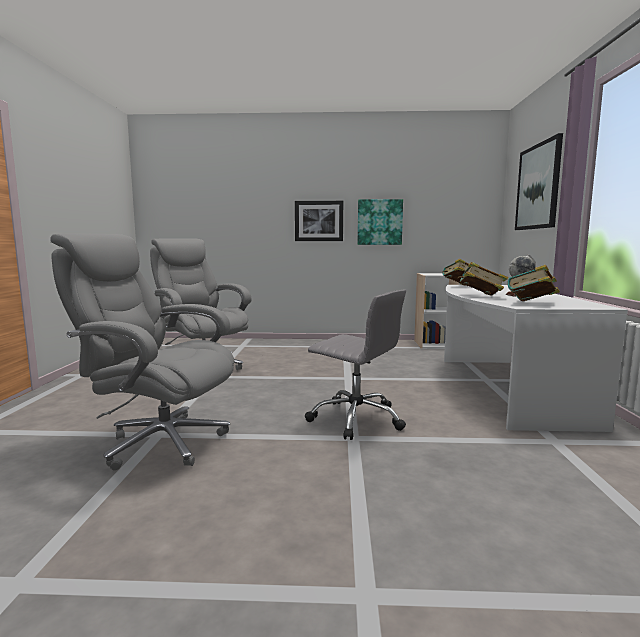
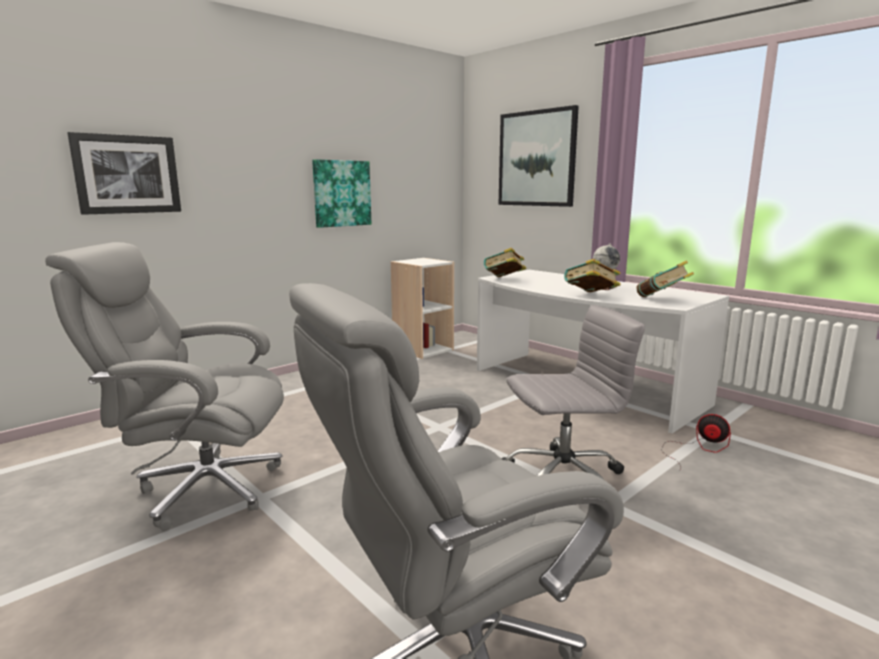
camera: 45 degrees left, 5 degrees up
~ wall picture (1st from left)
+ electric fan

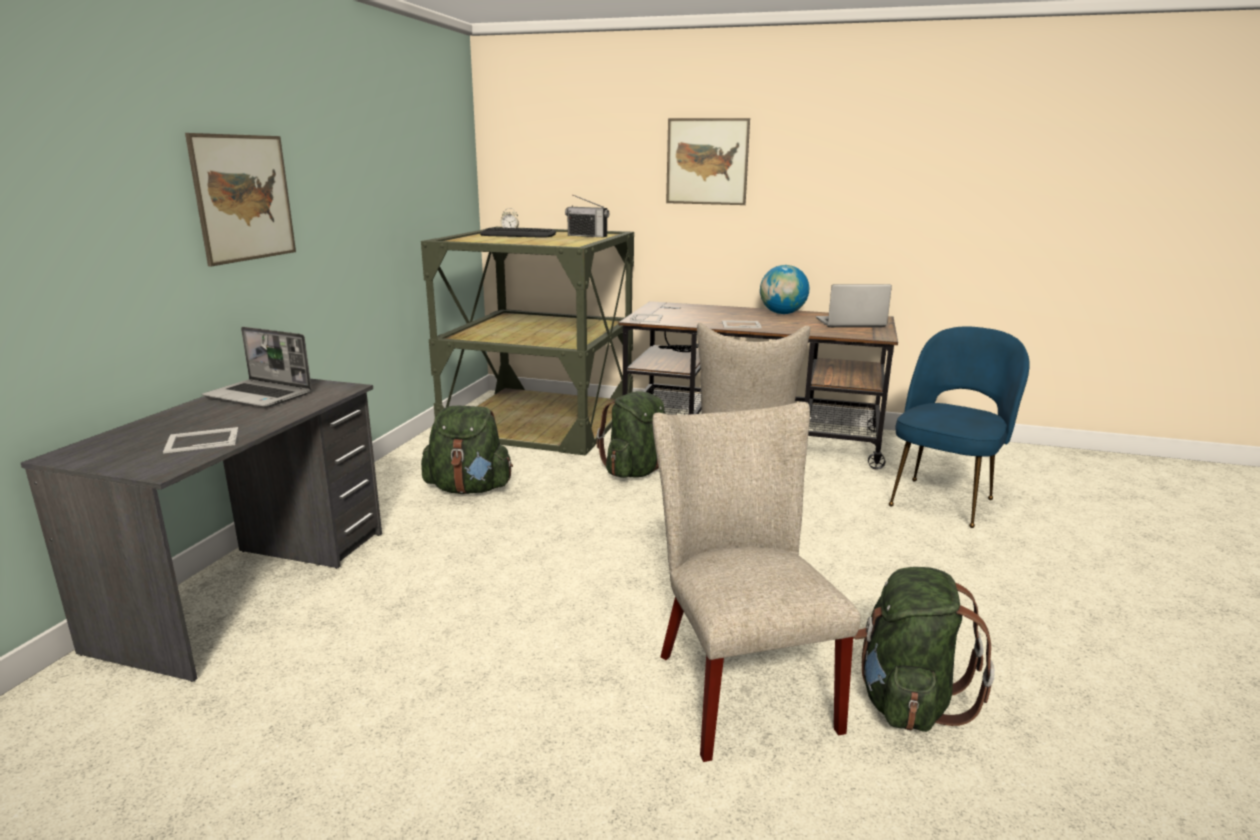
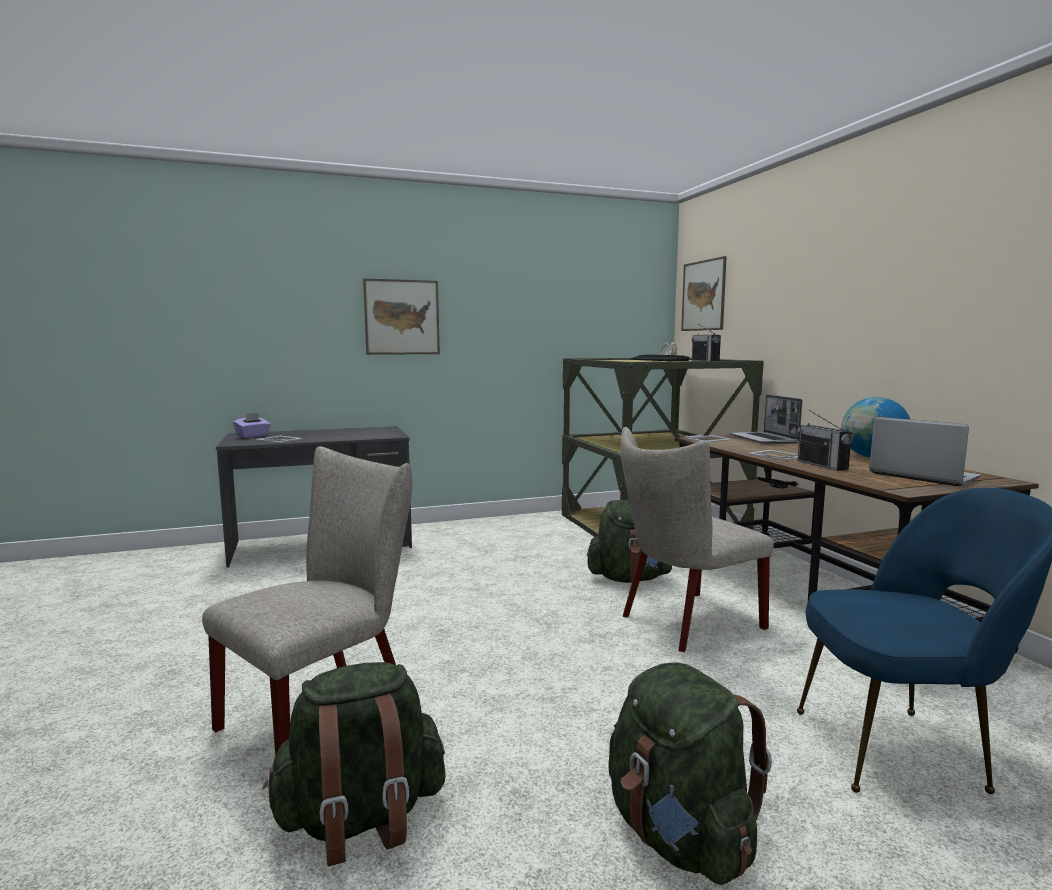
camera: 55 degrees right, 10 degrees down
~ wall picture (2nd from left)
~ notebook computer (1st from left)
~ green-coloured rucksack (1st from left in the first image) to green-coloured rucksack (3rd from left)
+ radio set (2nd from left)
+ purplish tissue box

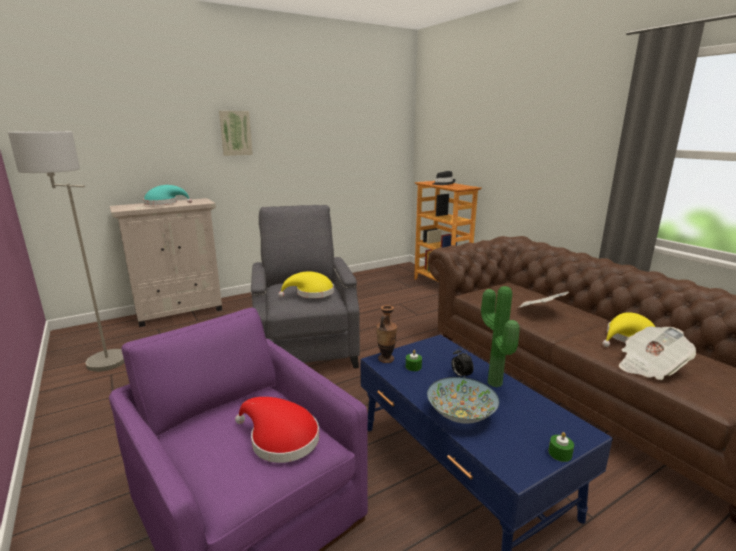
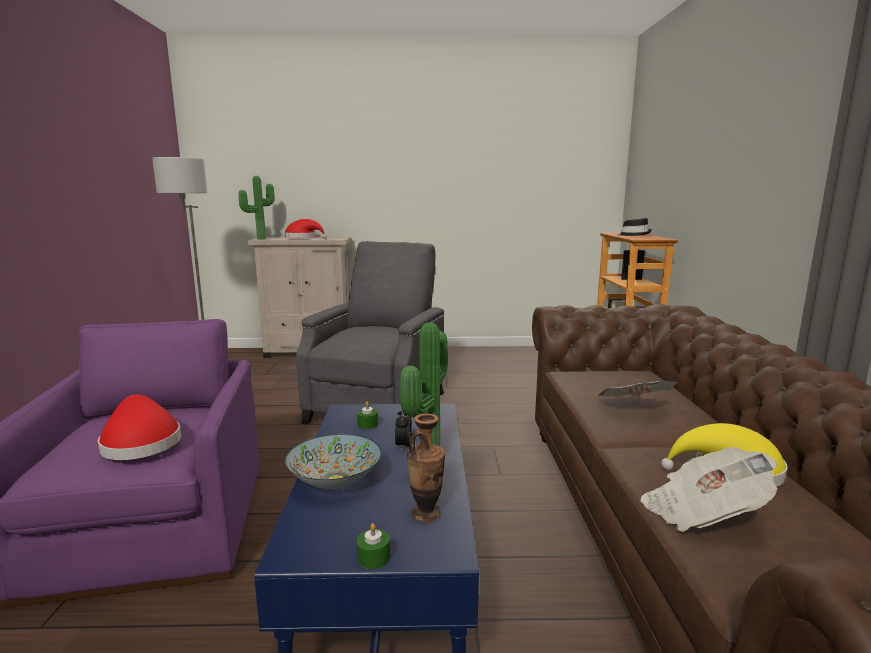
camera: 30 degrees right, 5 degrees down
- wall picture
~ blue-green clothing hat to red-coloured clothing hat (2nd from left)
- yellowish clothing hat (1st from left)
~ flower vase
+ potted plant (1st from left)

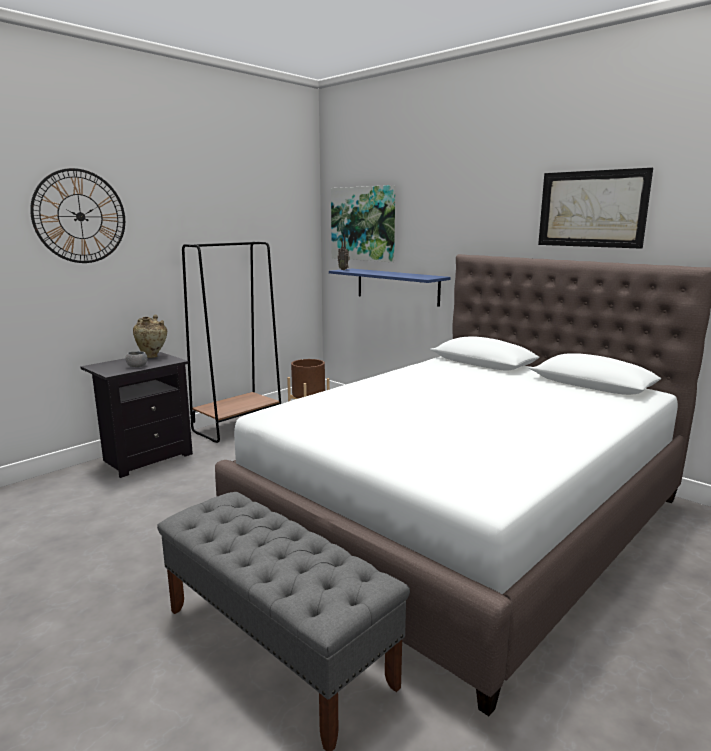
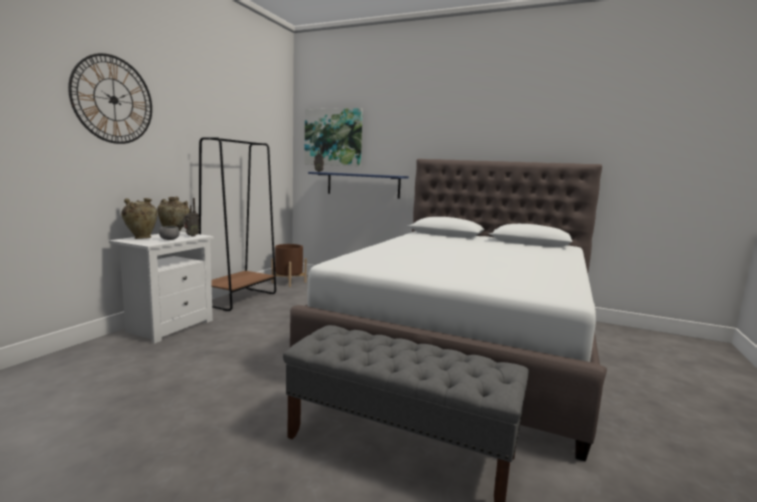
camera: 20 degrees left, 5 degrees down
- wall picture (2nd from left)
~ blackish nightstand to white-coloured nightstand
+ beige flower vase (1st from left)
+ radio set (1st from left)

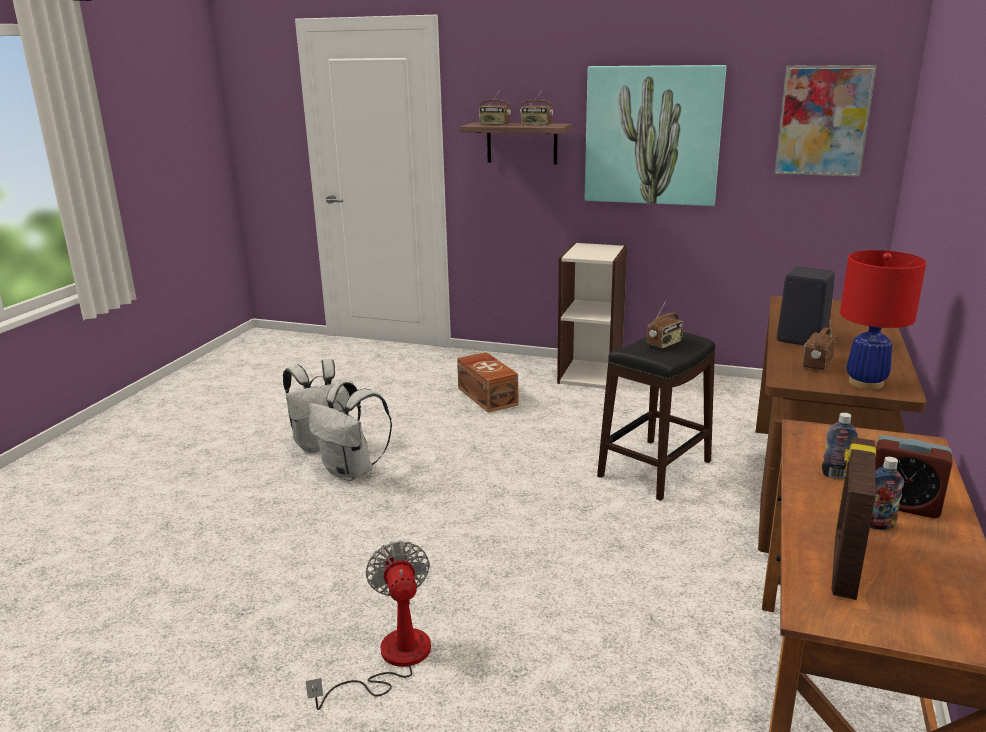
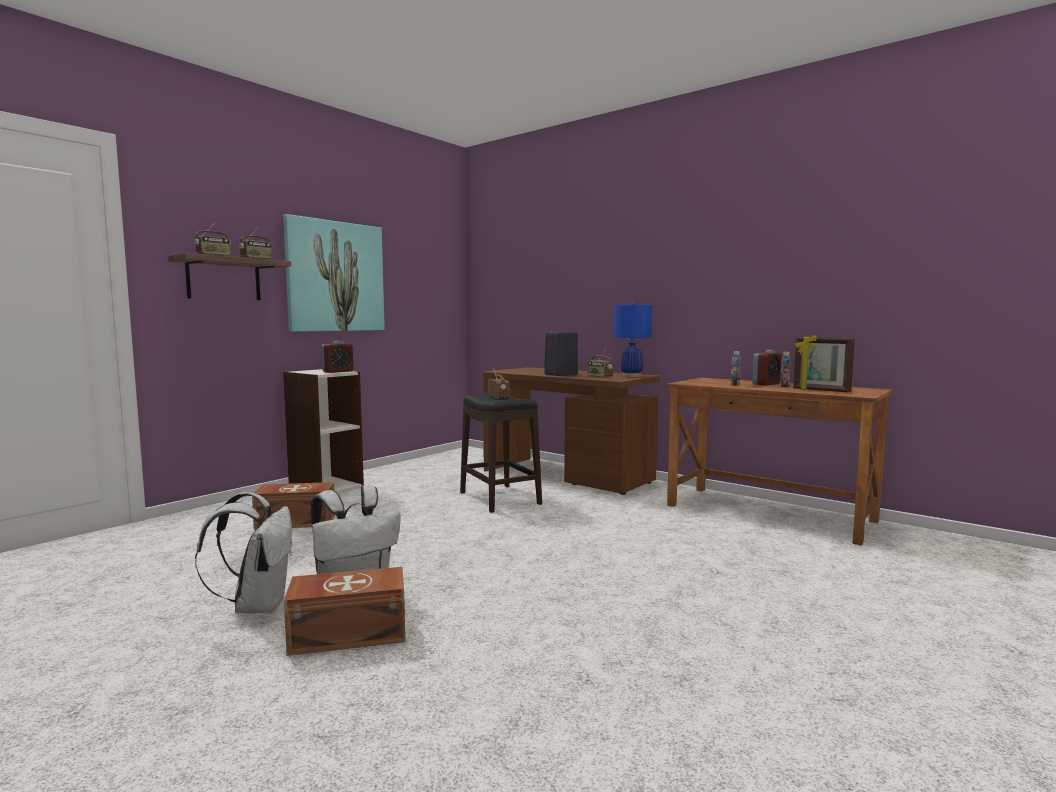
camera: 70 degrees left, 15 degrees down
- wall picture (2nd from left)
~ red-coloured table lamp to bluish table lamp
- electric fan
+ alarm clock (1st from left)
+ brown-coloured storage container (2nd from left)

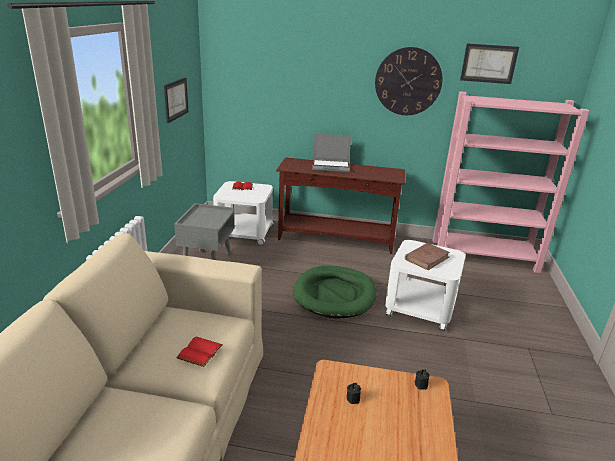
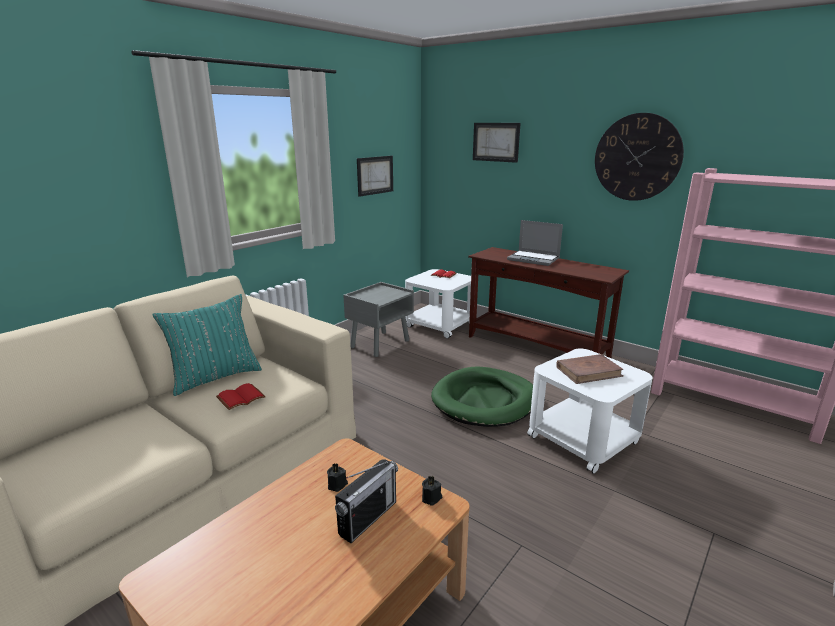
camera: 30 degrees right, 5 degrees down
~ wall picture (2nd from left)
+ blue-green throw pillow
+ radio set

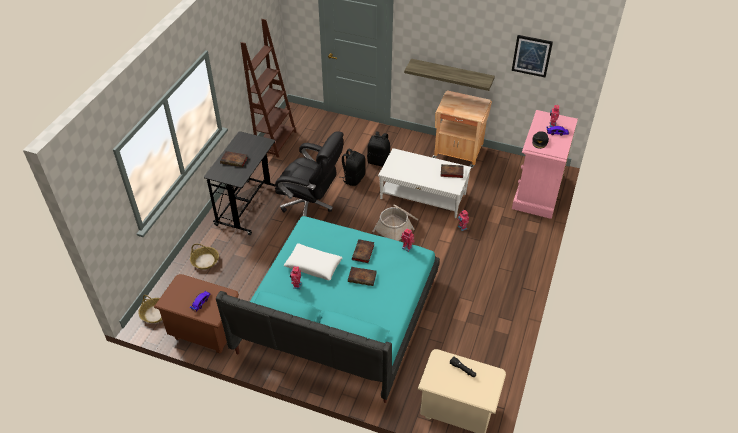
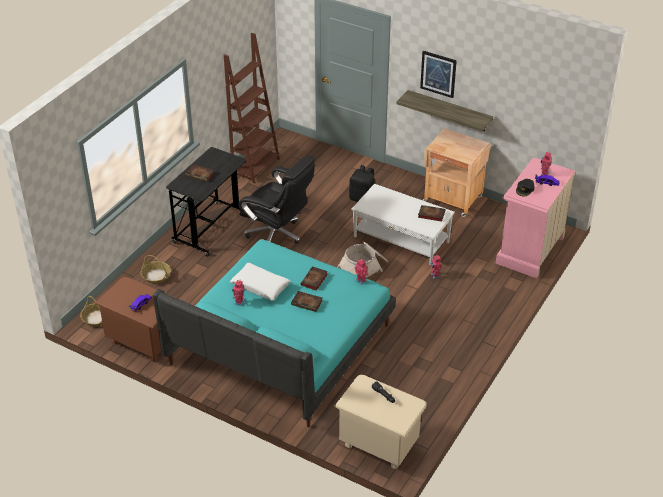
camera: 10 degrees right, 5 degrees down
~ wall picture
- blackish rucksack (1st from left)

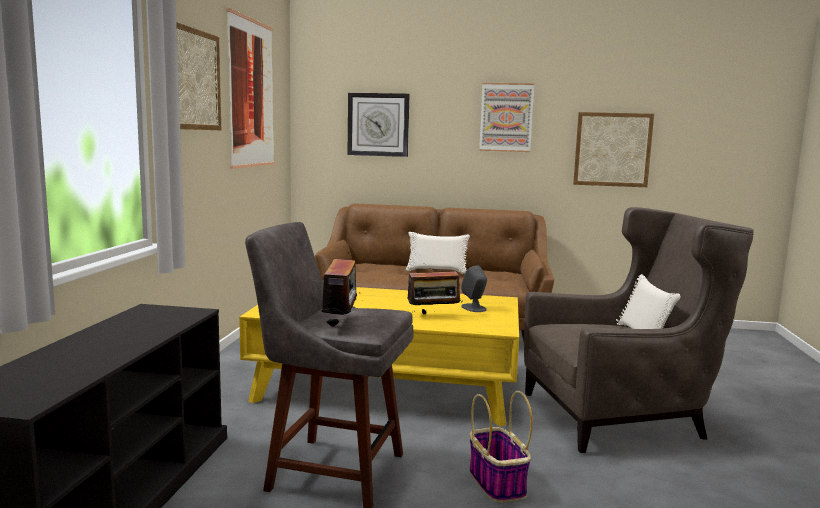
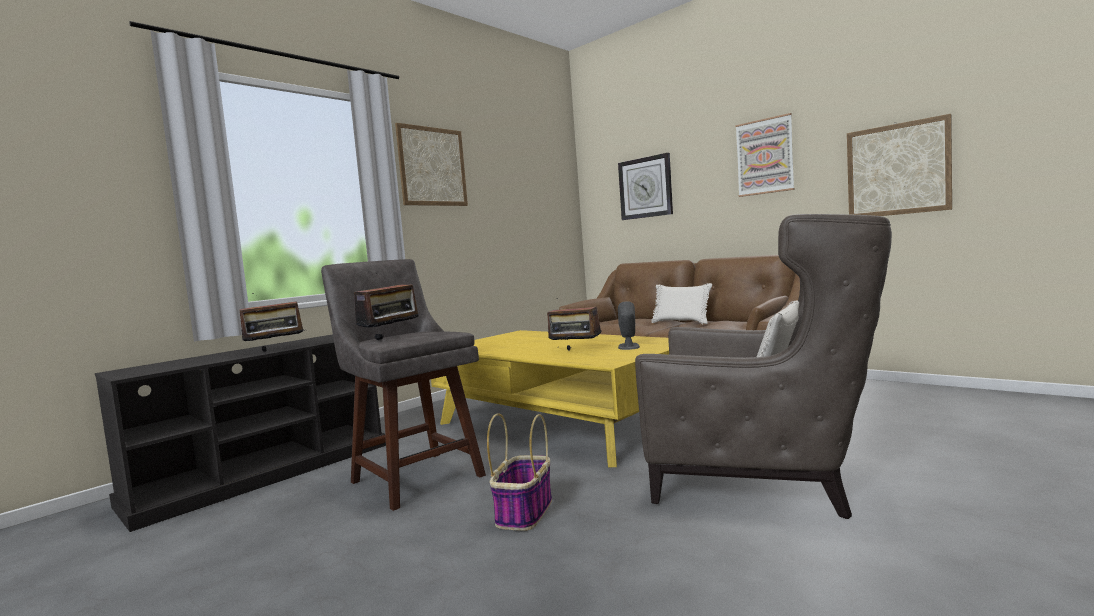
camera: 35 degrees right, 5 degrees down
- wall picture (2nd from left)
+ radio set (1st from left)

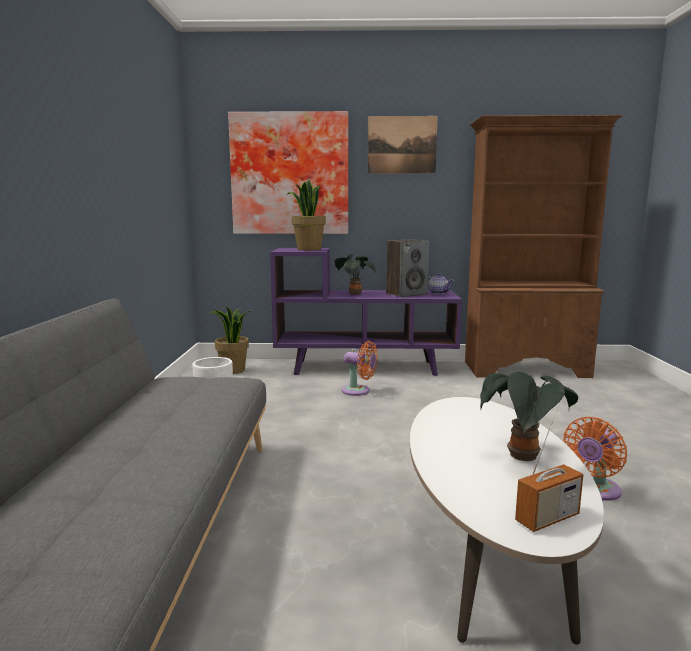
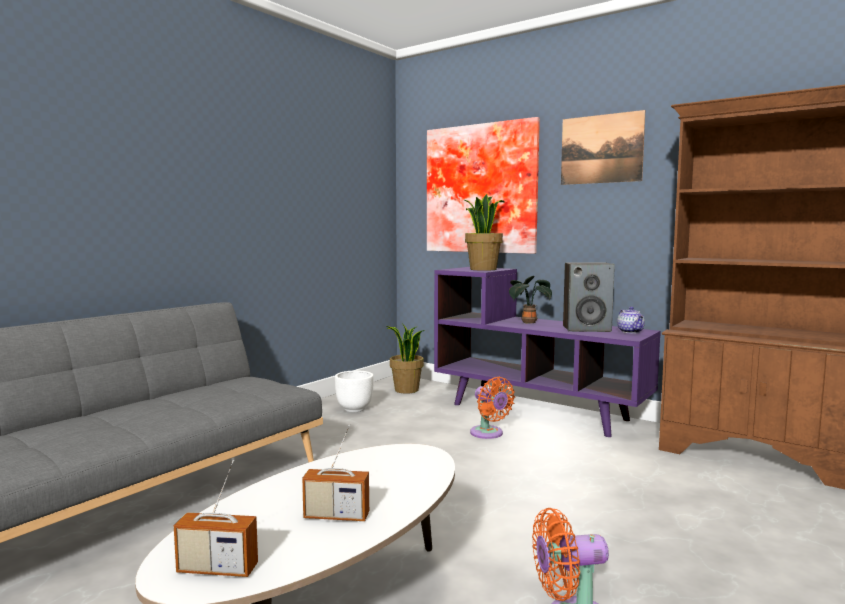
camera: 35 degrees right, 5 degrees down
~ potted plant (4th from left) to radio set (2nd from left)

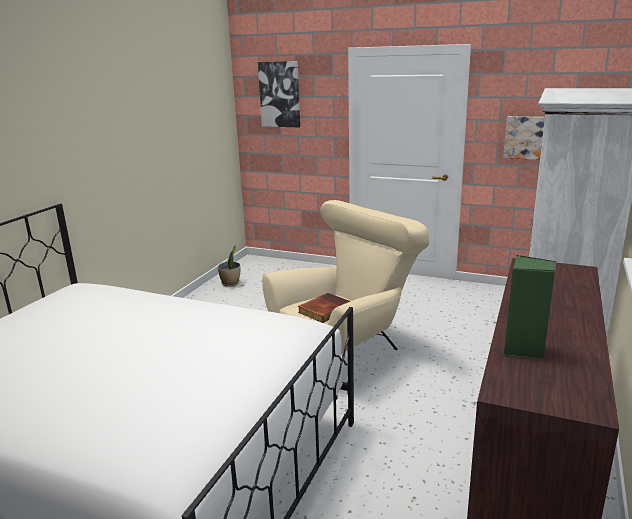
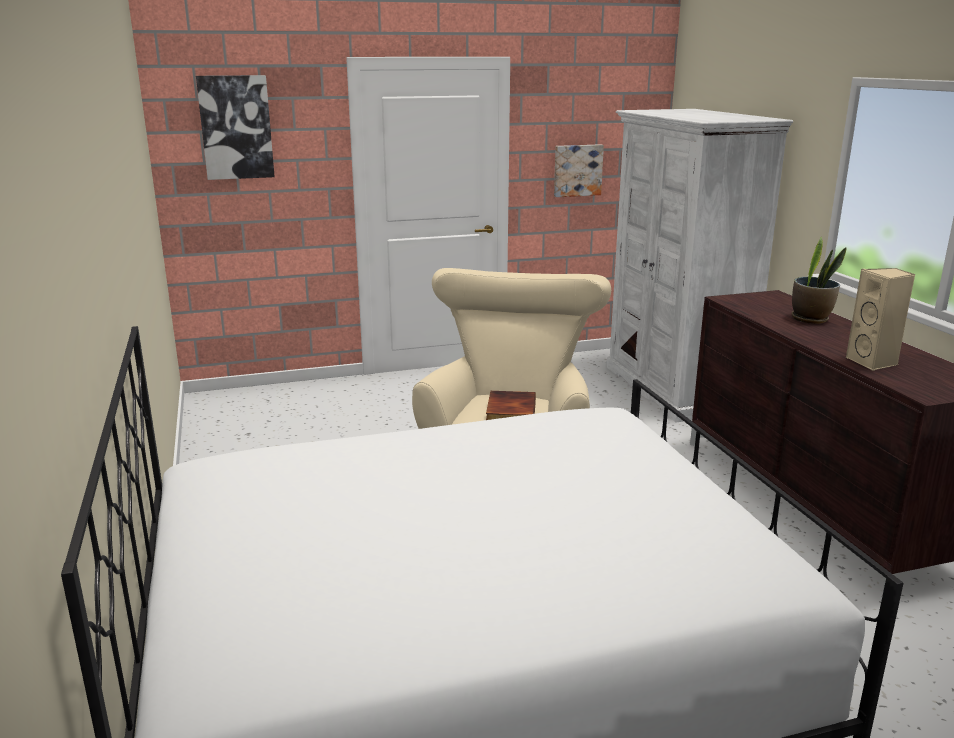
camera: 40 degrees left, 0 degrees up
~ potted plant
~ green-coloured audio speaker to beige audio speaker

